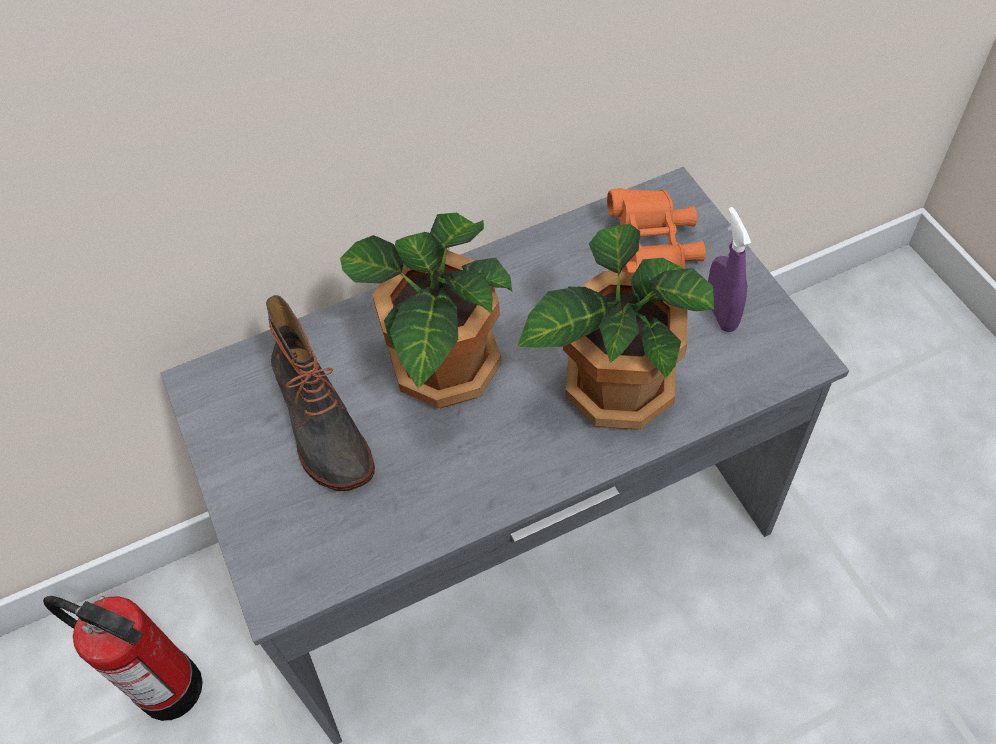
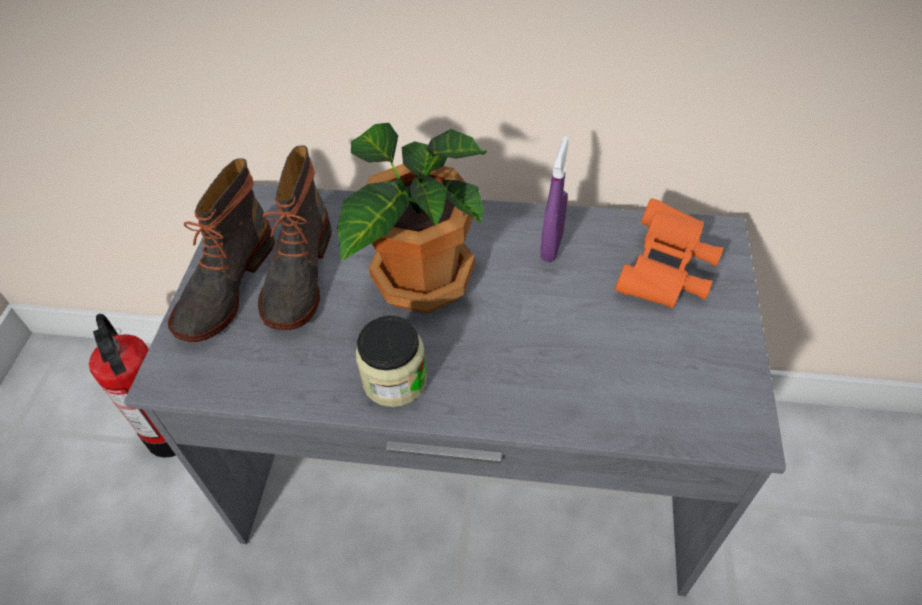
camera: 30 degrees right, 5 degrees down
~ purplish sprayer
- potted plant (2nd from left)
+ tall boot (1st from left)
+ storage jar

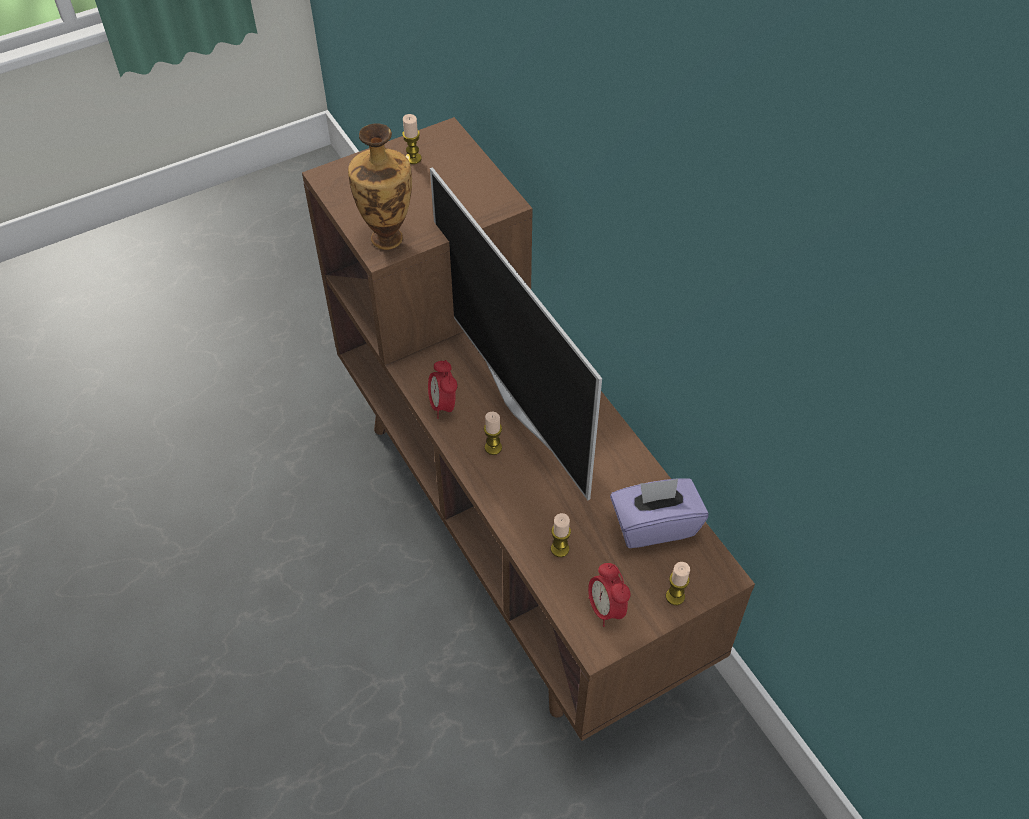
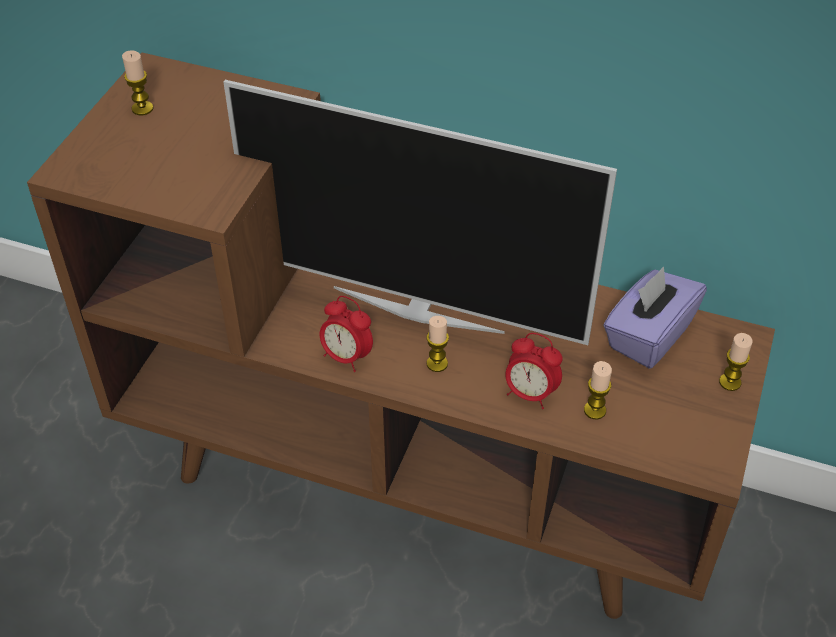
camera: 40 degrees left, 5 degrees down
- flower vase
~ alarm clock (2nd from left)

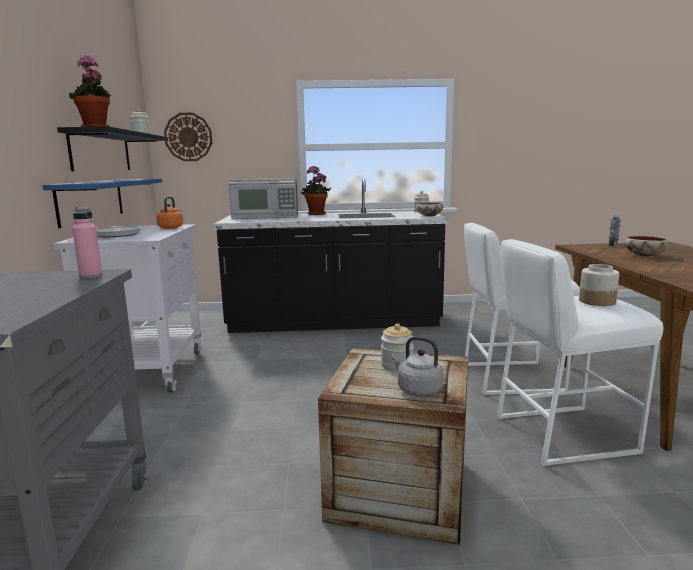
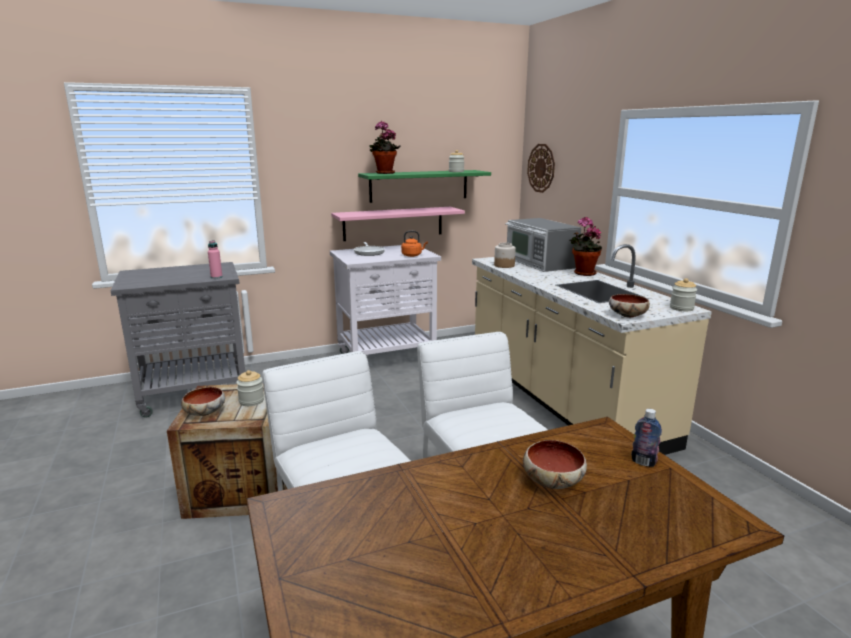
camera: 70 degrees right, 5 degrees up
~ blackish bracket shelf to green-coloured bracket shelf
~ bluish bracket shelf to pinkish bracket shelf
~ blackish kitchen base unit to beige kitchen base unit
~ storage jar (4th from left in the first image) to storage jar (3rd from left)
~ grey kettle to serving bowl (1st from left)

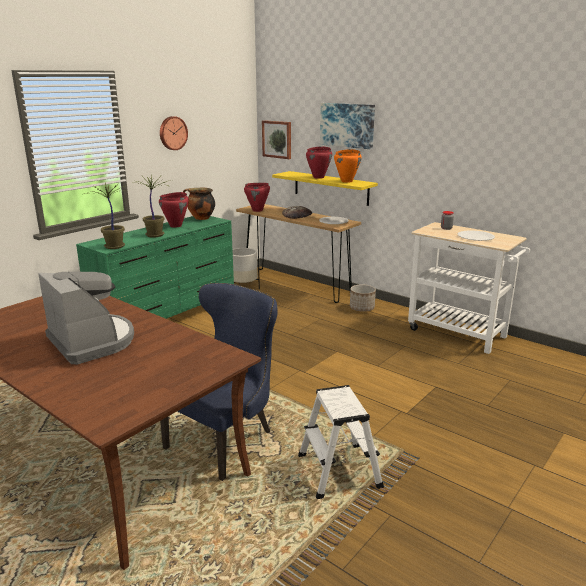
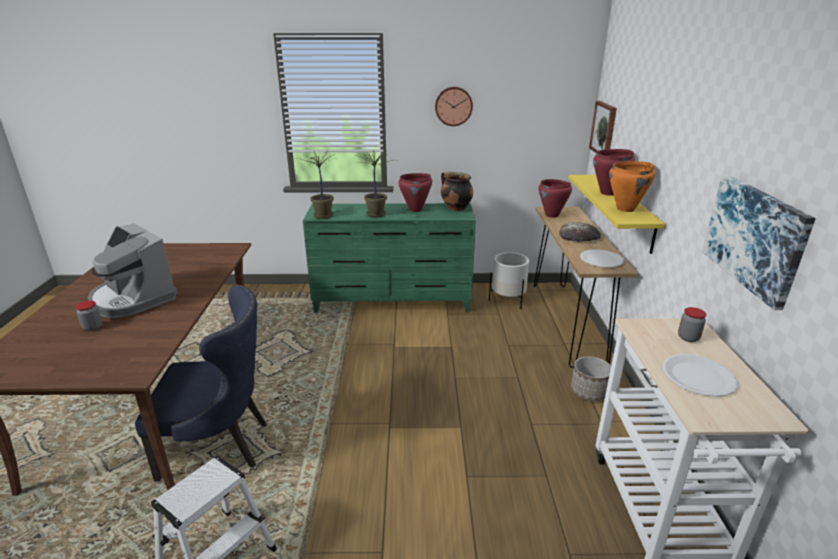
camera: 50 degrees right, 5 degrees up
~ wall picture (2nd from left)
~ coffee machine 120 degrees clockwise
+ storage jar (1st from left)

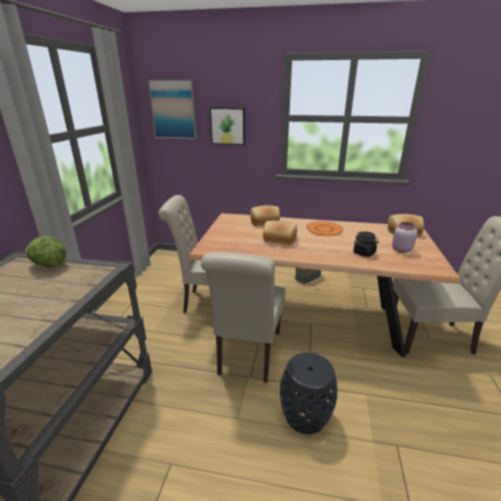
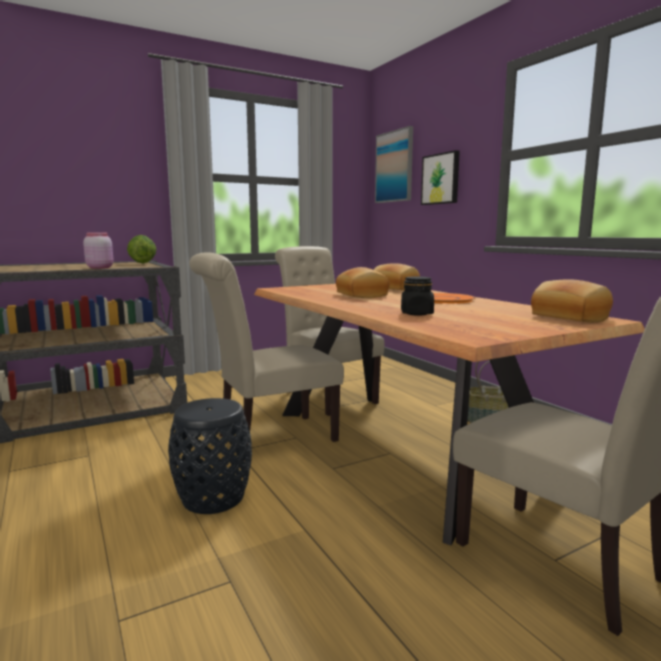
camera: 50 degrees right, 15 degrees down
~ pinkish storage jar

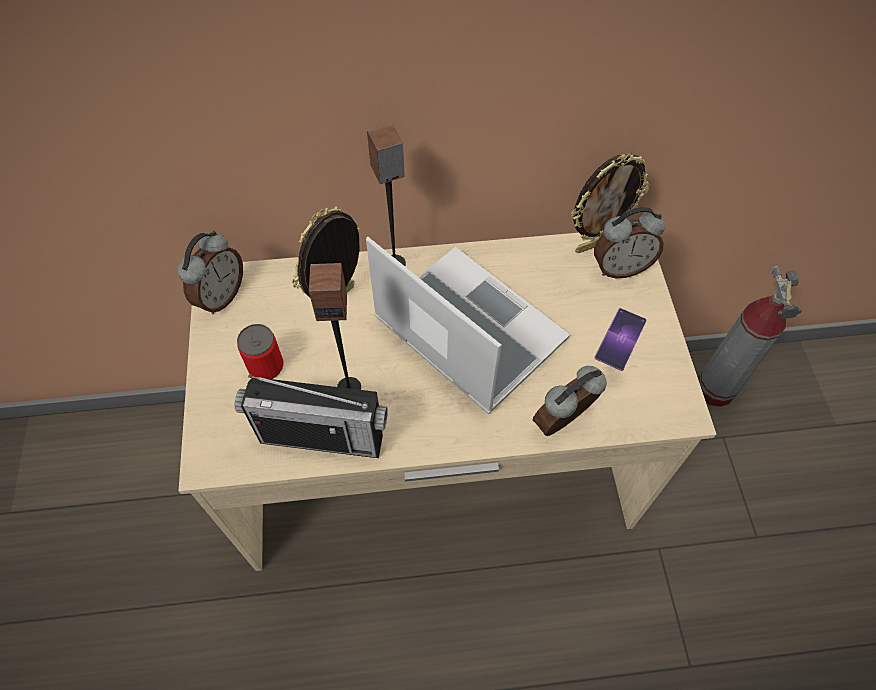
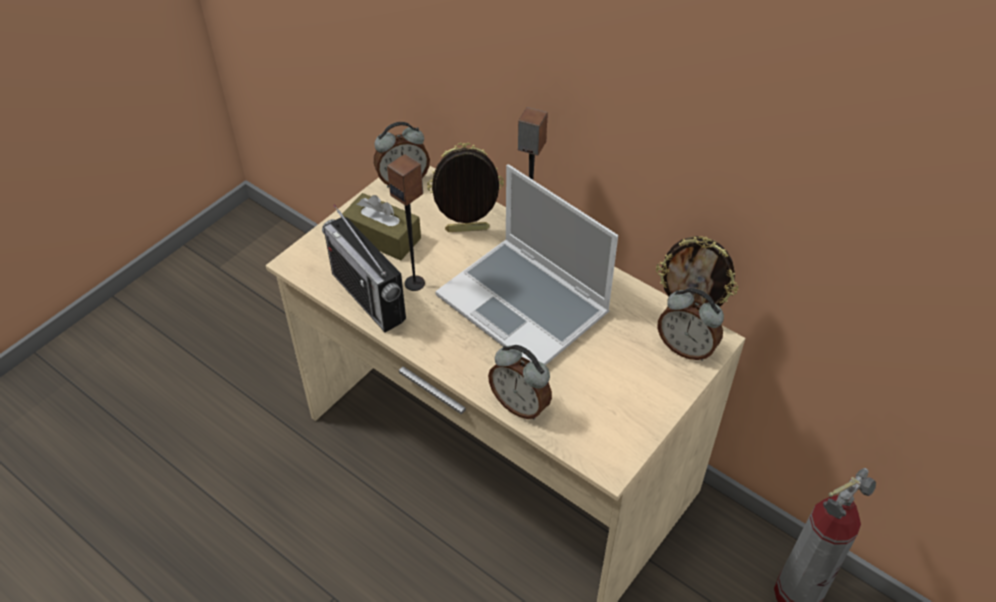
camera: 45 degrees right, 10 degrees down
~ notebook computer 135 degrees clockwise
- telephone
~ can to brown-coloured tissue box
~ alarm clock (2nd from left) 150 degrees counterclockwise

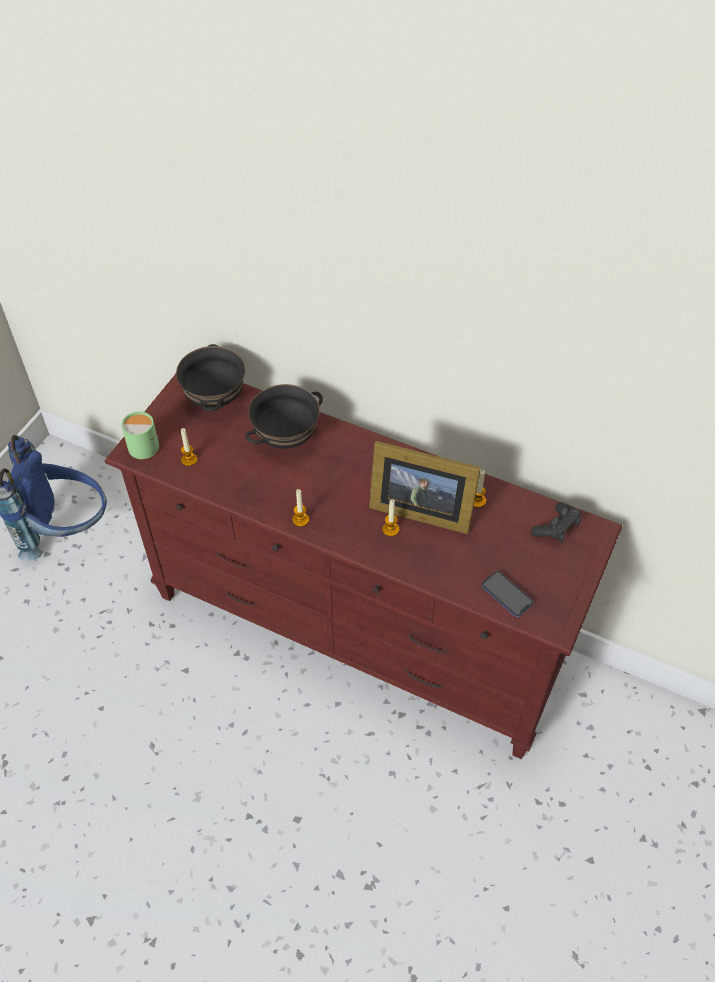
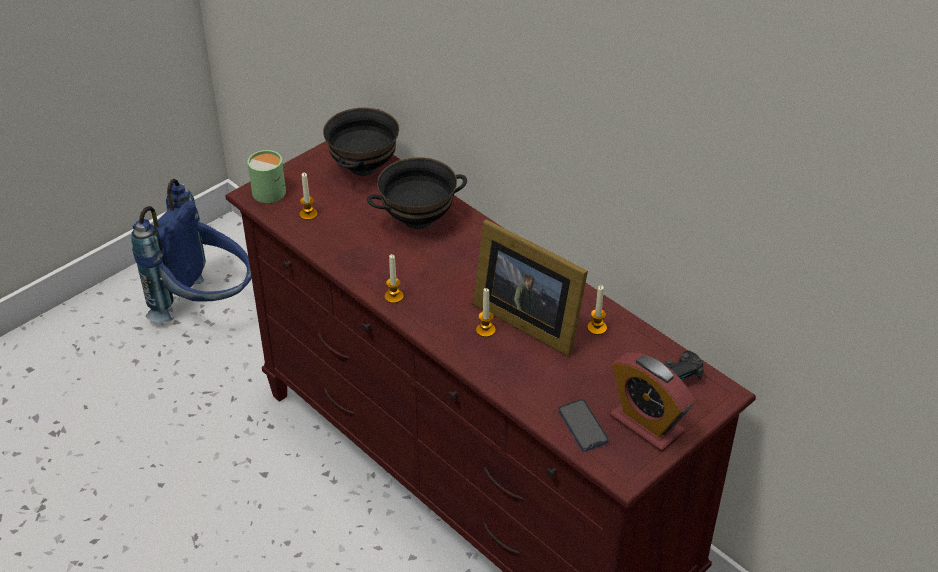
camera: 20 degrees right, 10 degrees down
+ alarm clock

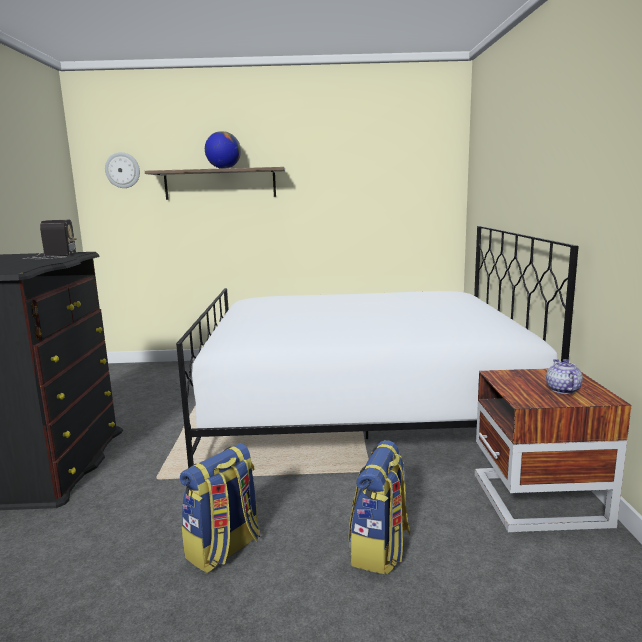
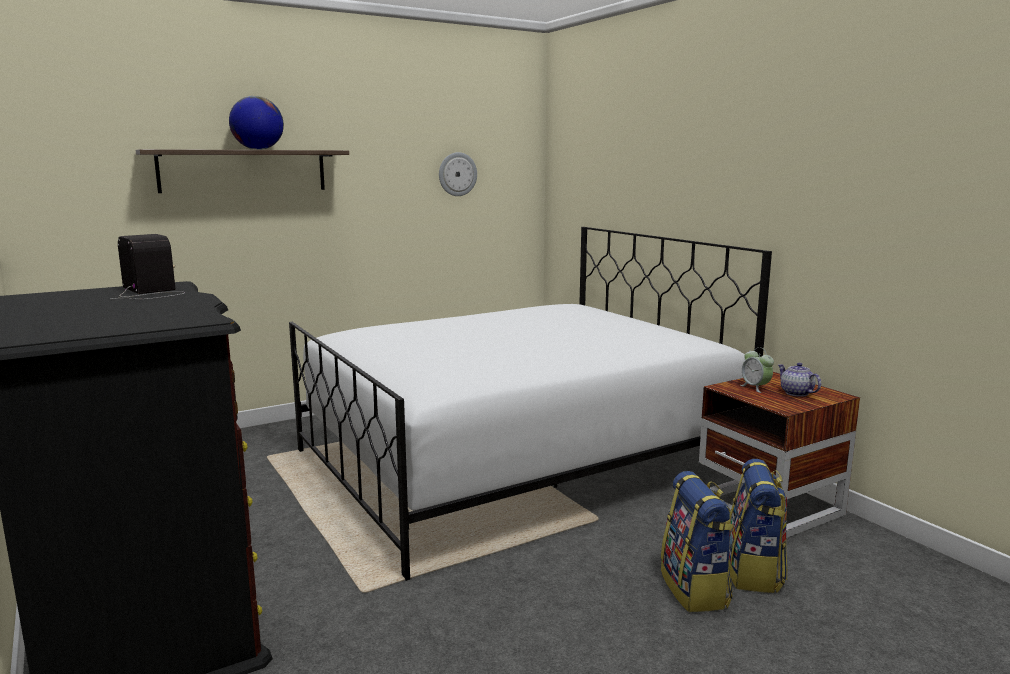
camera: 30 degrees left, 0 degrees up
~ wall clock
~ rucksack (1st from left in the first image) to rucksack (2nd from left)
+ alarm clock

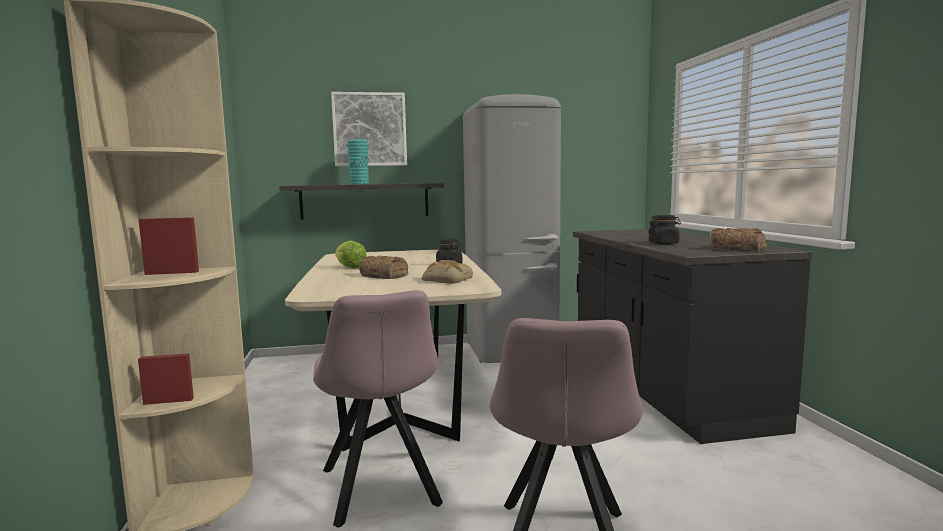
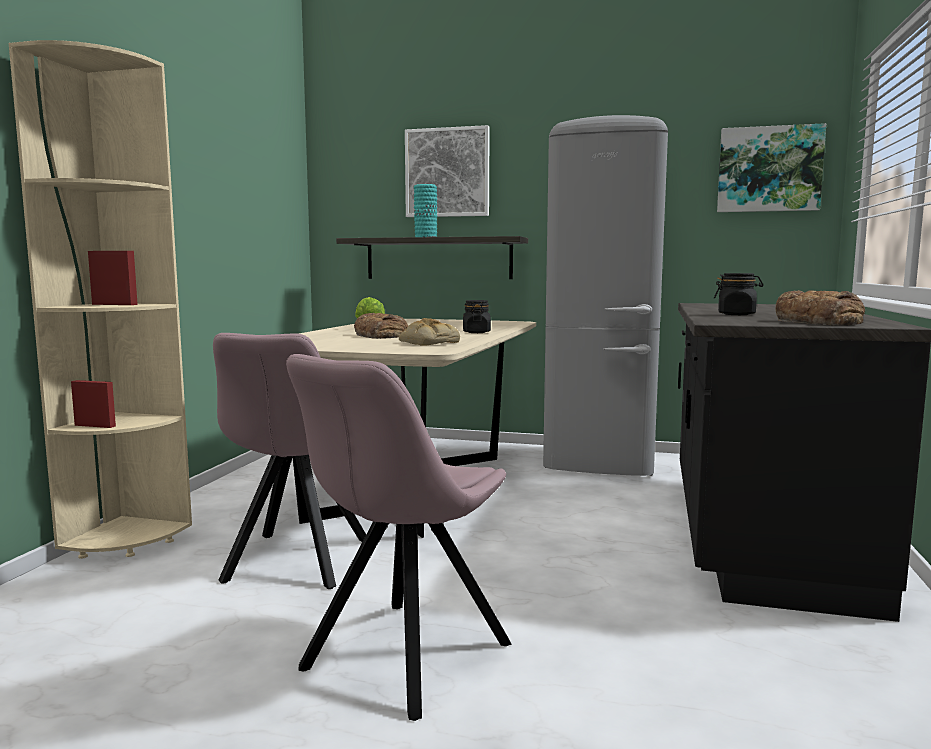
camera: 25 degrees right, 0 degrees up
+ wall picture (2nd from left)

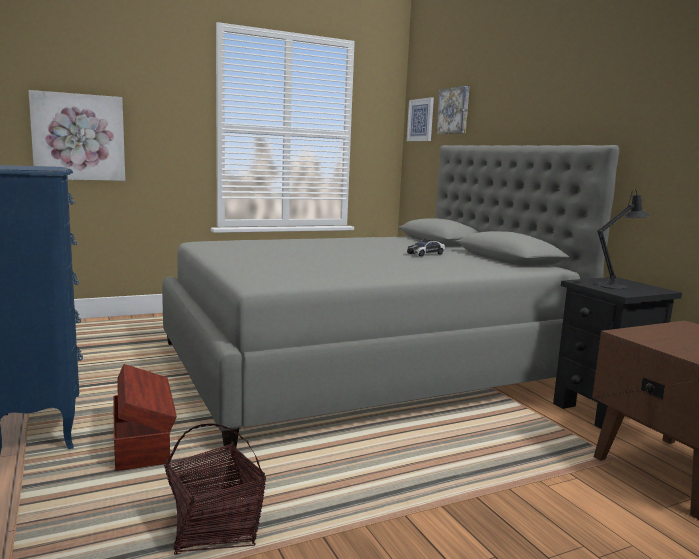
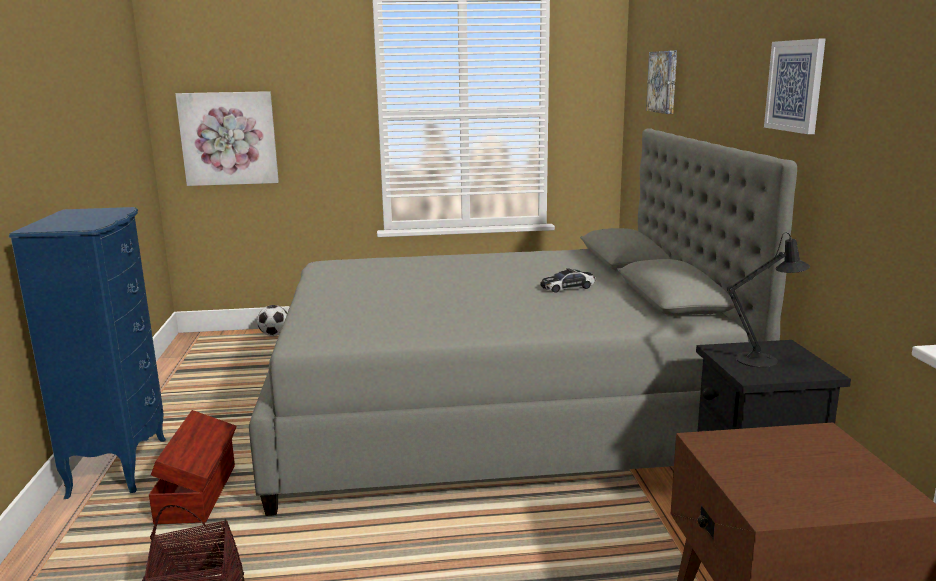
camera: 20 degrees right, 5 degrees up
~ wall picture (2nd from left in the first image) to wall picture (3rd from left)
+ football ball

